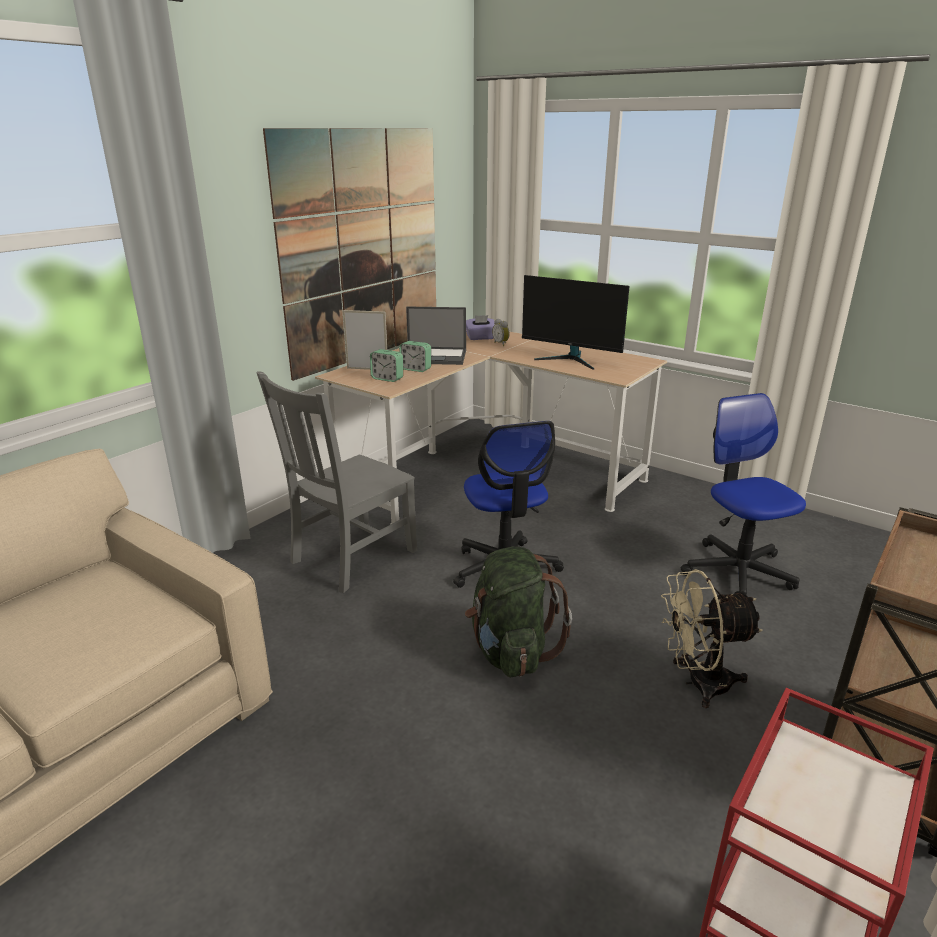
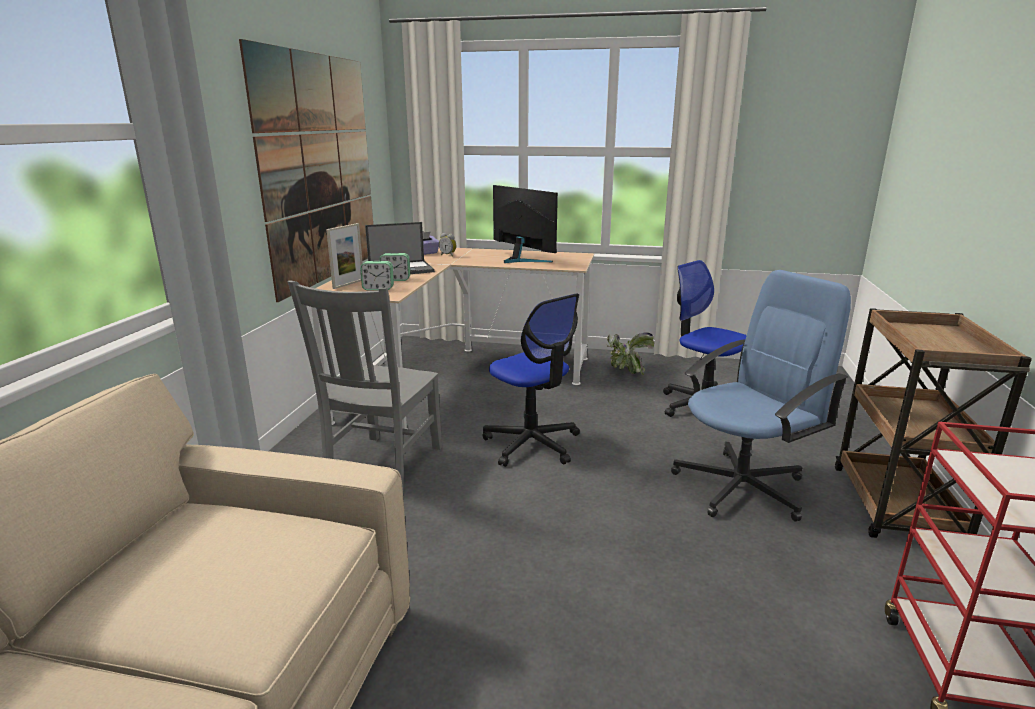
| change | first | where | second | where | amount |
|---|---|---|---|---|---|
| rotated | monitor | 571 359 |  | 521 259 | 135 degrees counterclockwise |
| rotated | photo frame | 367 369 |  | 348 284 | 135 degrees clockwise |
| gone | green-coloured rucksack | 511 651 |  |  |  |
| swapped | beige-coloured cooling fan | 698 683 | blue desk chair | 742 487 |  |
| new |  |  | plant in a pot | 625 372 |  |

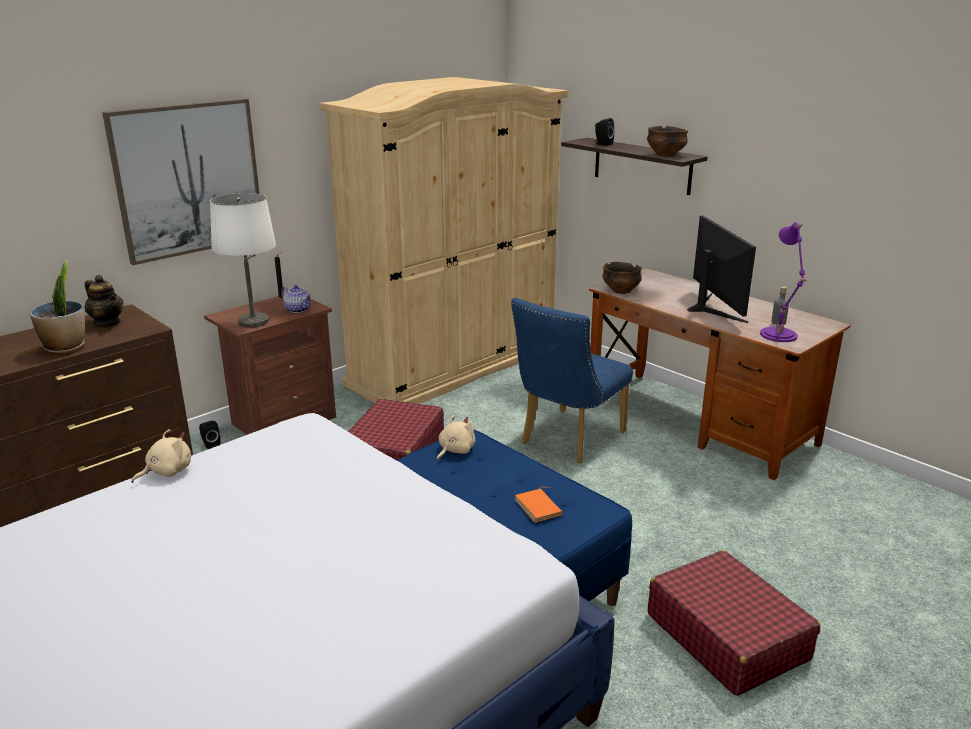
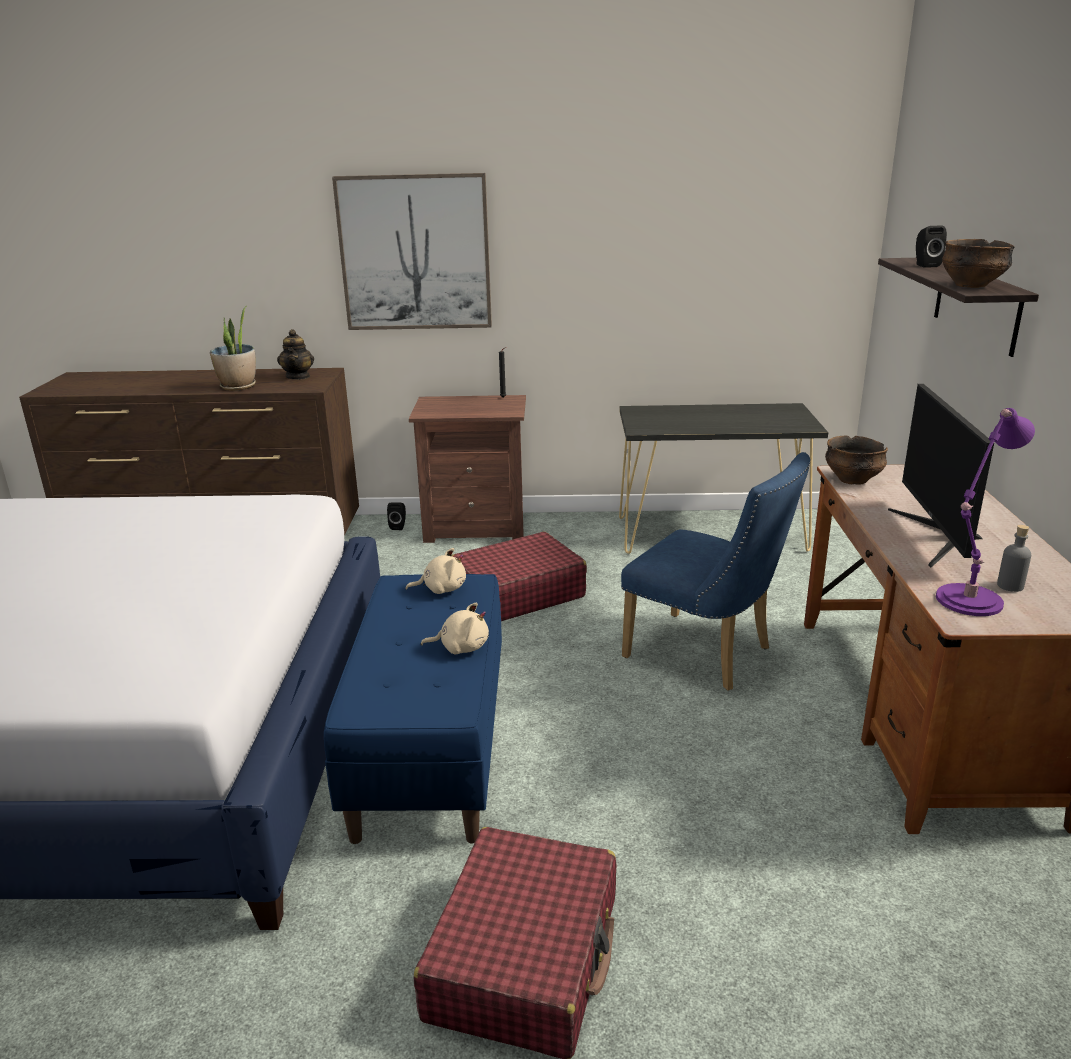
| change | first | where | second | where | amount |
|---|---|---|---|---|---|
| swapped | beige-coloured wardrobe | 454 365 | black hall table | 711 534 |  |
| gone | white tabletop lamp | 254 322 |  |  |  |
| rotated | monitor | 711 309 |  | 938 536 | 150 degrees clockwise |
| gone | pot for tea | 298 309 |  |  |  |
| rotated | blue upright chair | 567 439 |  | 707 656 | 135 degrees counterclockwise |
| shifted | beige-coloured cuddly toy | 167 472 |  | 461 647 |  |
| gone | orange bound book | 539 507 |  |  |  |

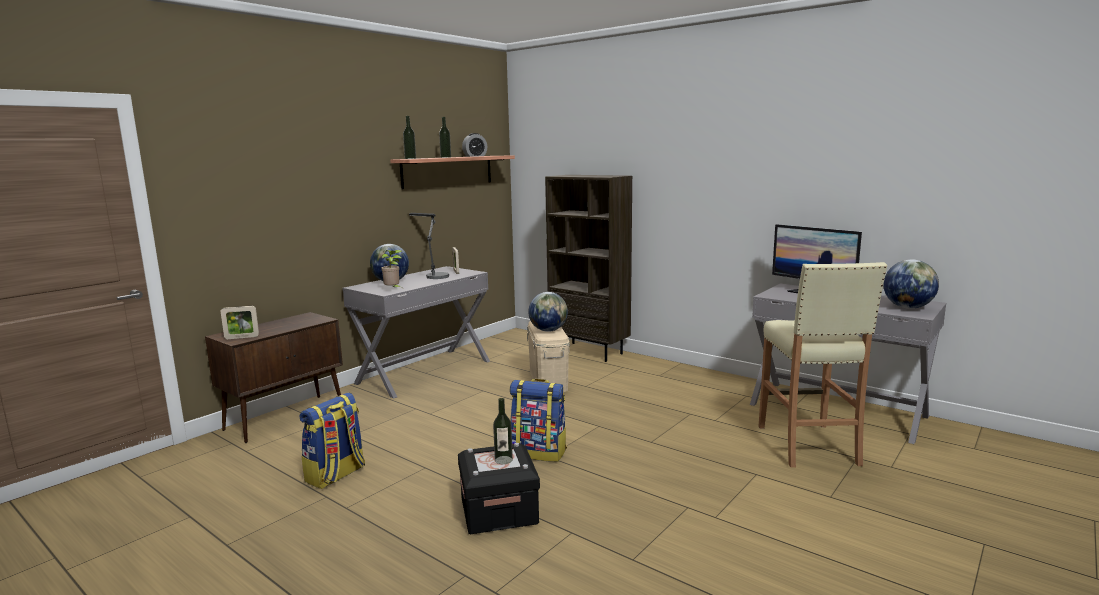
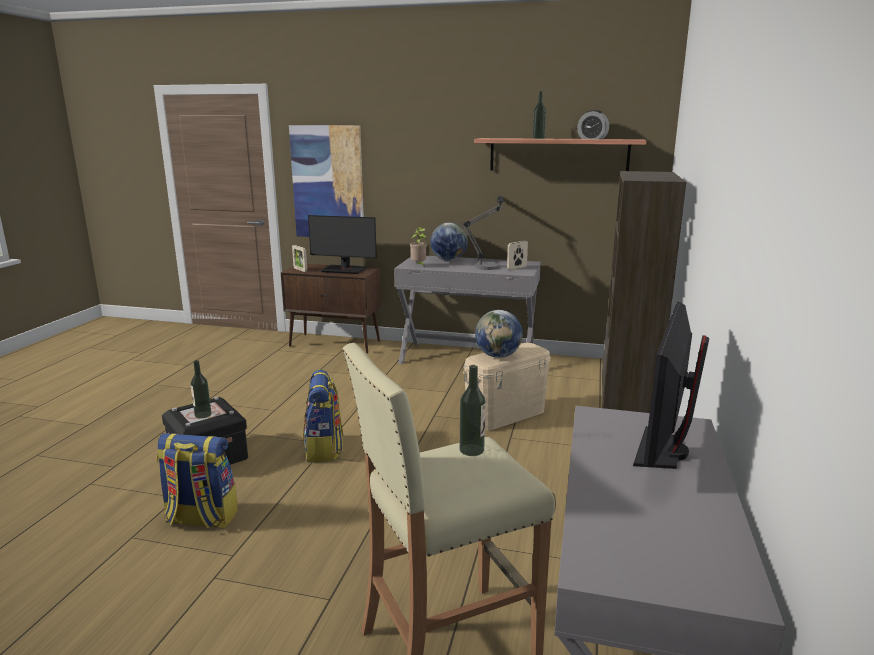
| change | first | where | second | where | amount |
|---|---|---|---|---|---|
| shifted | beverage bottle | 410 158 |  | 471 450 |  |
| gone | globe | 908 307 |  |  |  |
| shifted | rucksack | 336 475 |  | 201 519 |  |
| new |  |  | wall art | 328 182 |  |
| new |  |  | monitor | 344 270 |  |

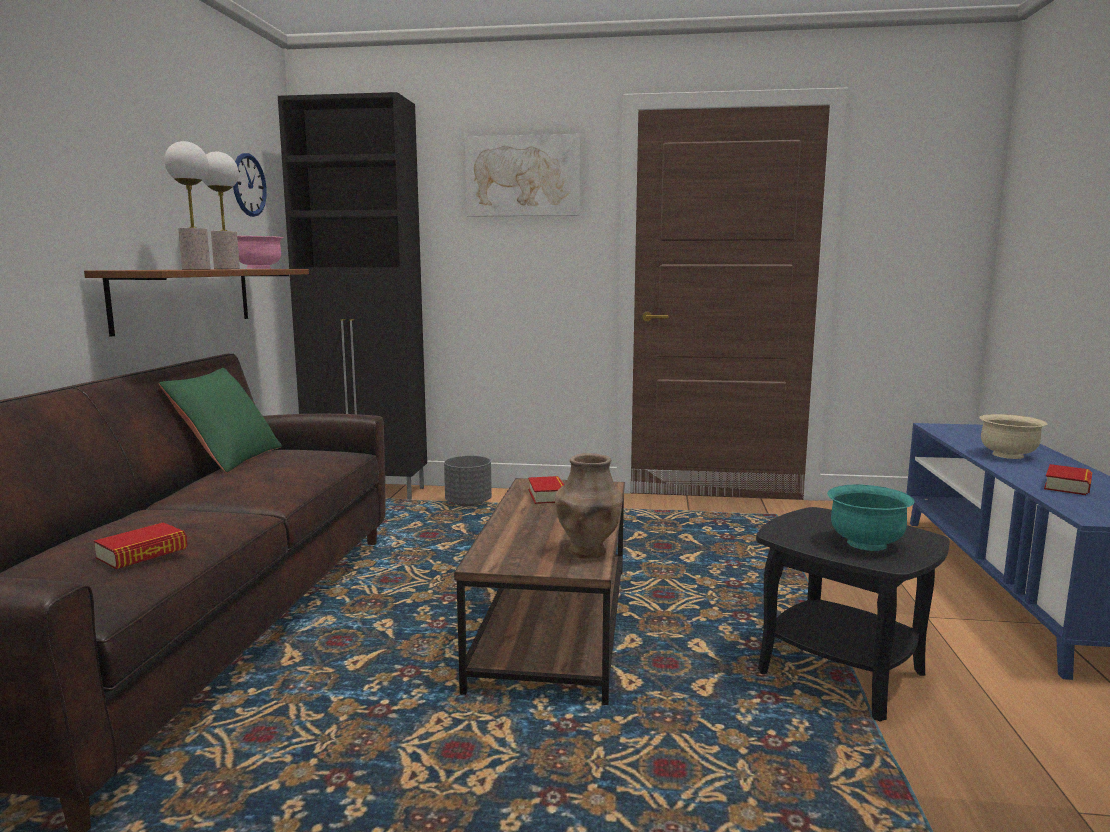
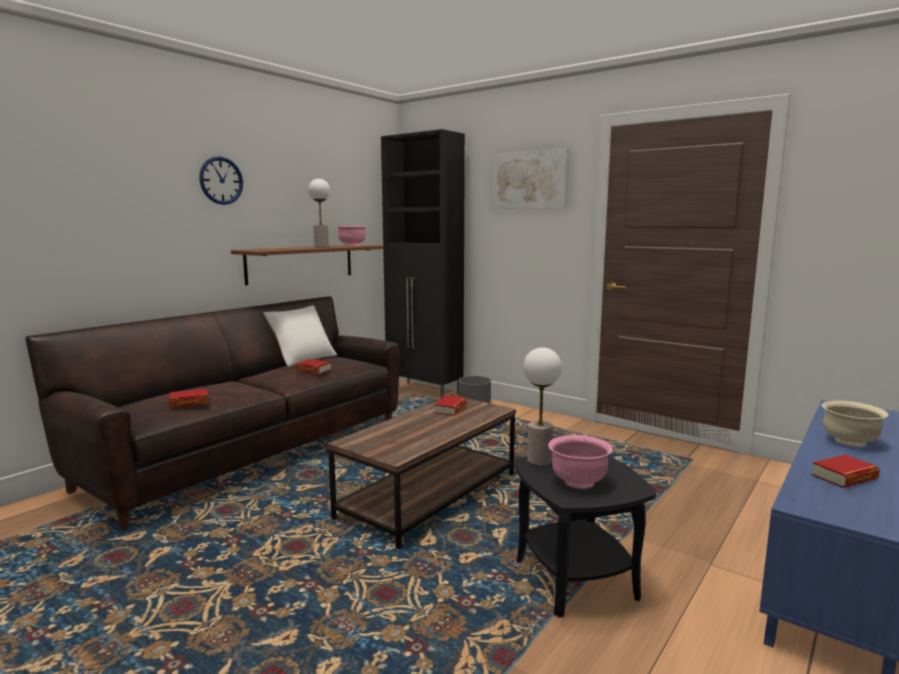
| change | first | where | second | where | amount |
|---|---|---|---|---|---|
| shifted | tabletop lamp | 196 269 |  | 539 460 |  |
| shifted | clock on the wall | 248 185 |  | 221 180 |  |
| repainted | green-coloured throw pillow | 228 458 | white throw pillow | 302 358 |  |
| gone | brownish vase | 588 552 |  |  |  |
| repainted | turquoise deep dish | 866 544 | pink-coloured deep dish | 578 482 |  |
| new |  |  | bound book | 313 370 |  |

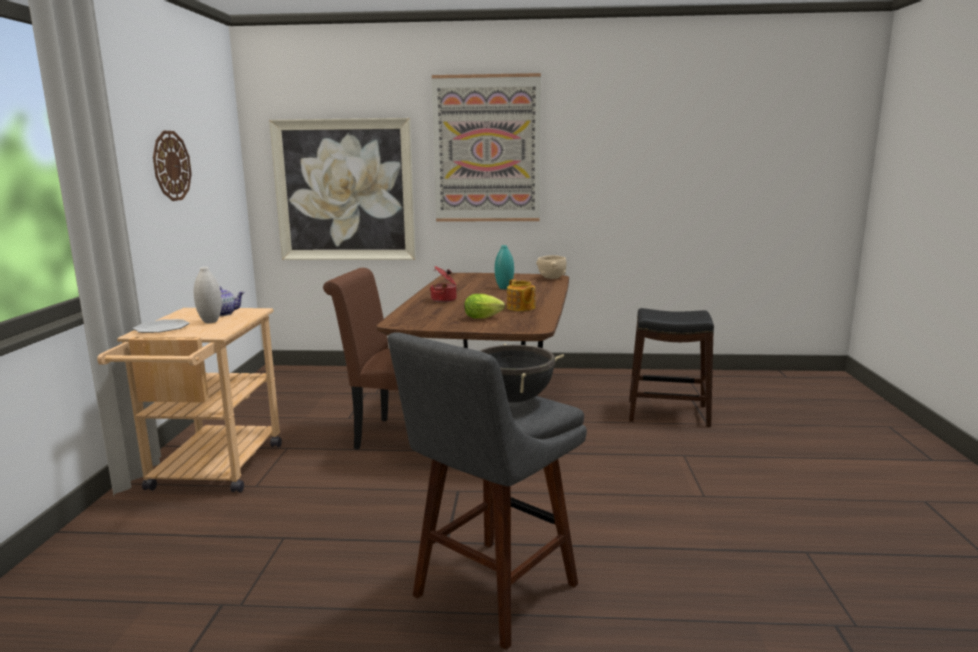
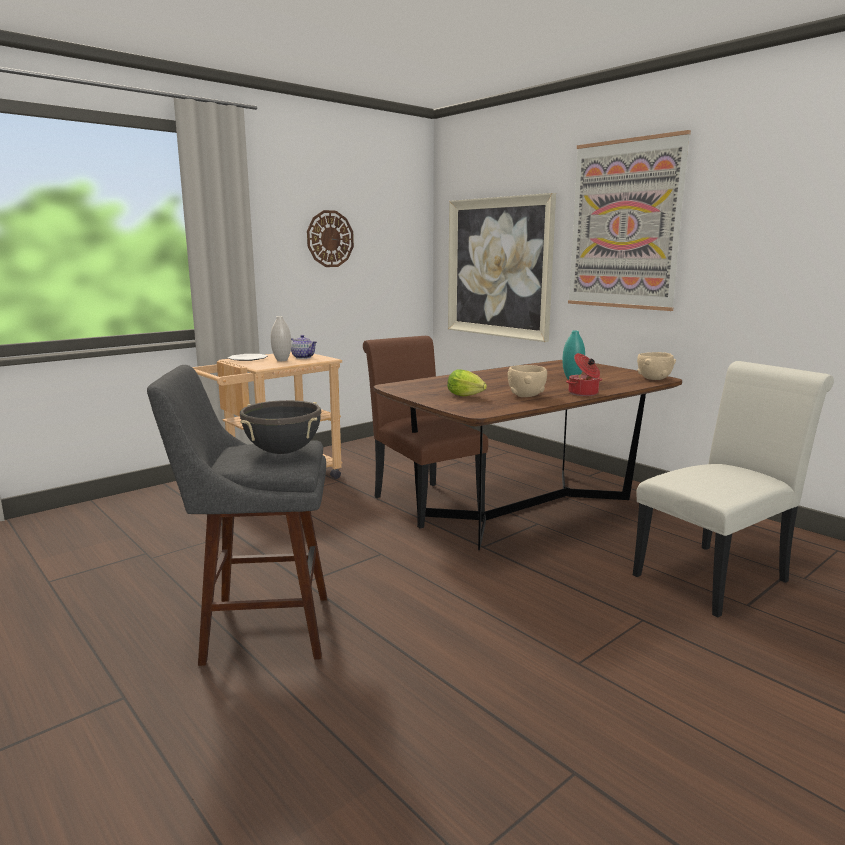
| change | first | where | second | where | amount |
|---|---|---|---|---|---|
| shifted | stockpot | 444 300 |  | 583 393 |  |
| swapped | pot for tea | 521 308 | beige-coloured deep dish | 526 396 |  |
| swapped | black stool | 667 413 | white upright chair | 717 576 |  |

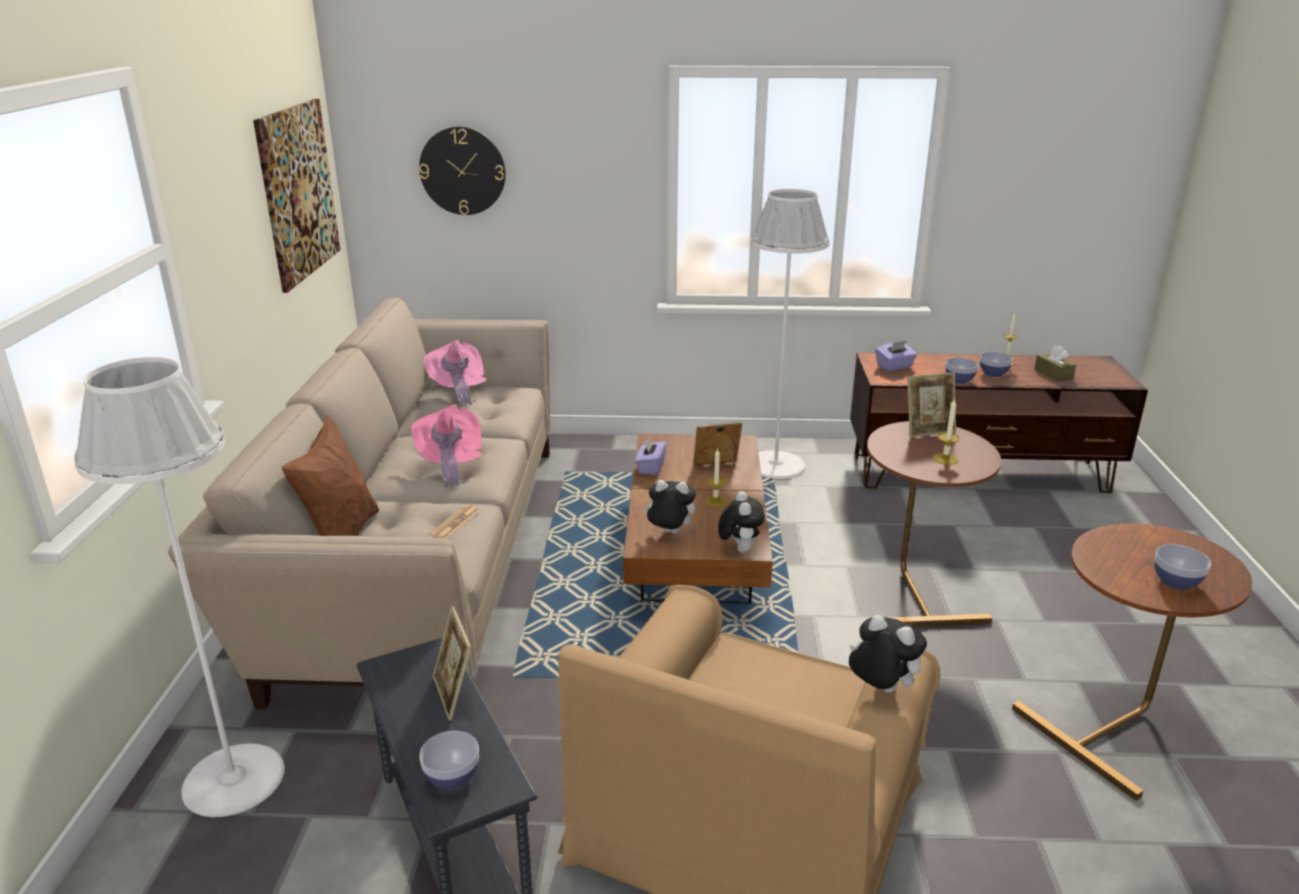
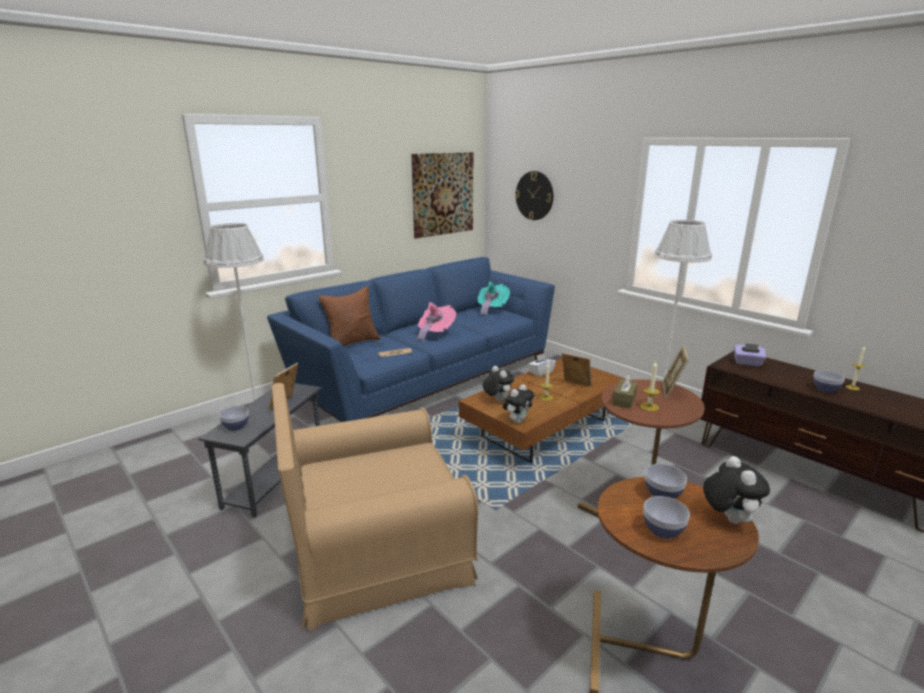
| change | first | where | second | where | amount |
|---|---|---|---|---|---|
| repainted | beige-coloured settee | 420 554 | blue settee | 426 379 |  |
| repainted | pink-coloured hat | 457 390 | turquoise hat | 491 309 |  |
| shifted | brownish box of tissues | 1053 374 |  | 624 400 |  |
| shifted | deep dish | 959 380 |  | 662 494 |  |
| rotated | photo frame | 928 431 |  | 671 391 | 75 degrees clockwise |
| repainted | purplish box of tissues | 650 467 | white box of tissues | 541 372 |  |
| shifted | cuddly toy | 880 689 |  | 727 518 |  |

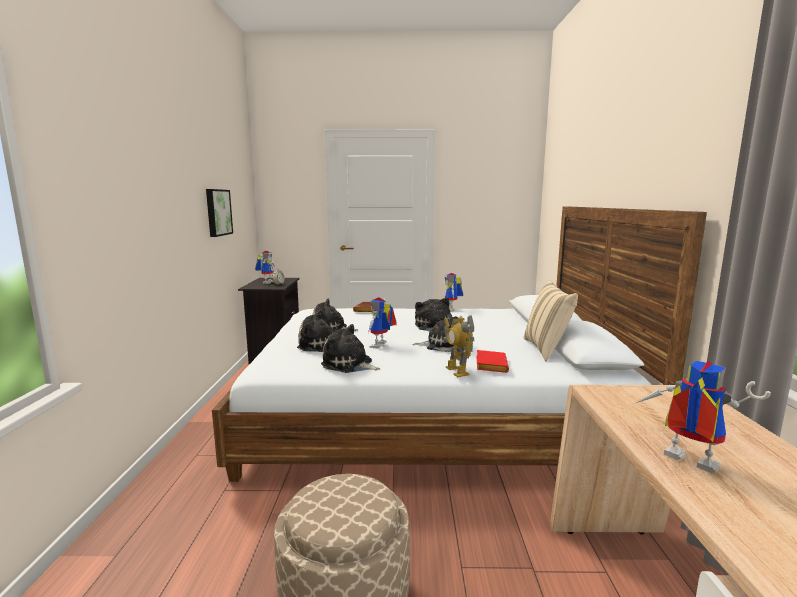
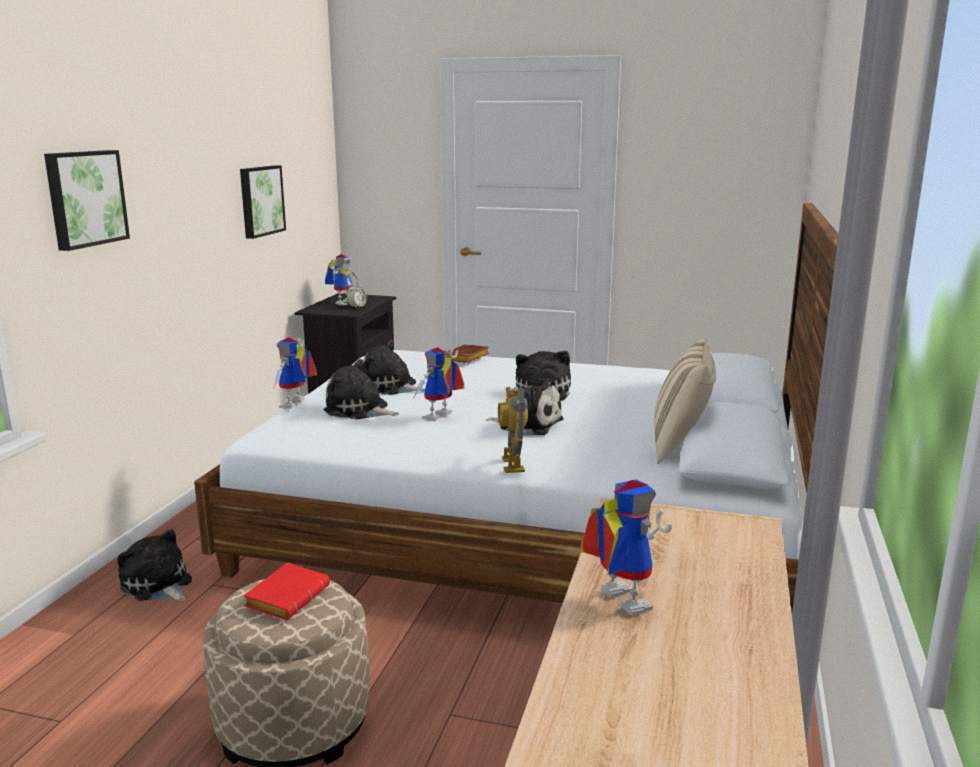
| change | first | where | second | where | amount |
|---|---|---|---|---|---|
| shifted | model robot | 452 309 |  | 295 405 |  |
| shifted | cuddly toy | 349 365 |  | 157 585 |  |
| shifted | red bound book | 490 365 |  | 287 596 |  |
| new |  |  | wall art | 84 198 |  |

